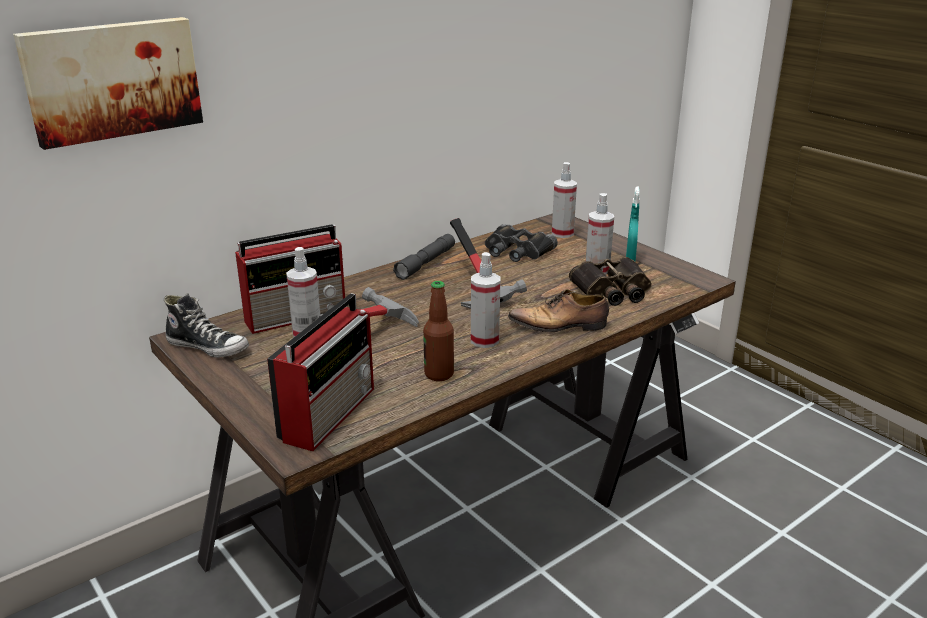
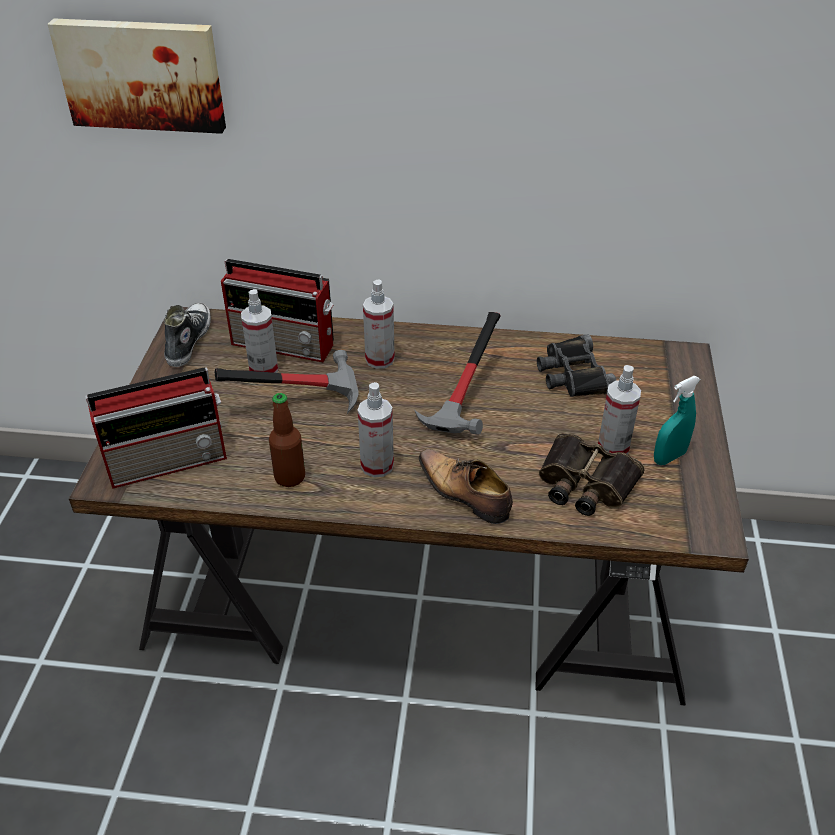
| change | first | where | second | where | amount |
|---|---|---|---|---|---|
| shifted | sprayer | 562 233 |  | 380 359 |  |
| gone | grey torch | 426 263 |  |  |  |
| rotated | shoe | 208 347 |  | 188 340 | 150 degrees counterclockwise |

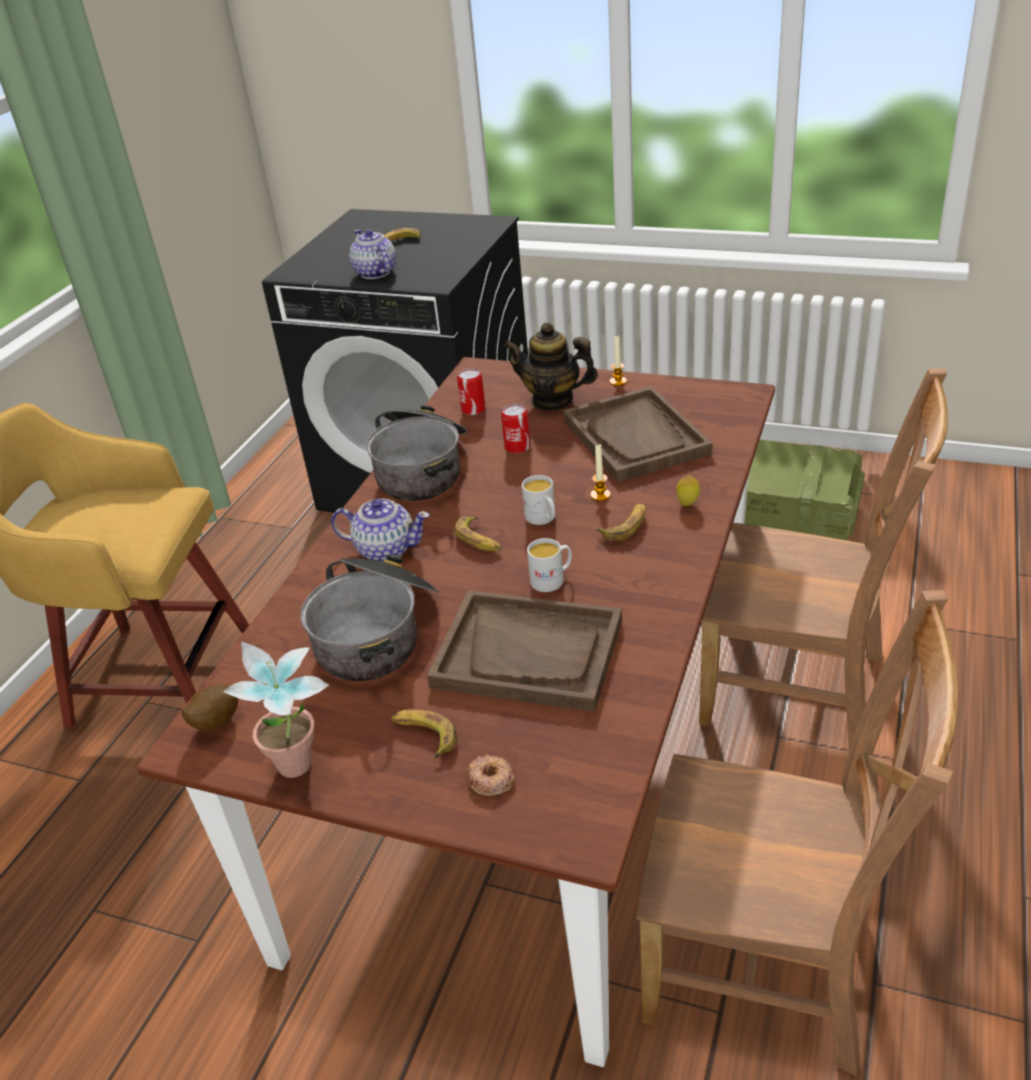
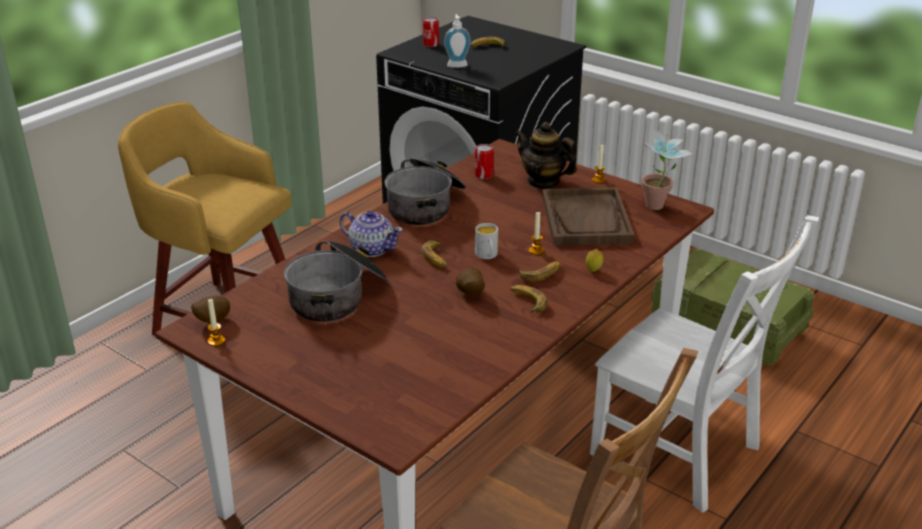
| change | first | where | second | where | amount |
|---|---|---|---|---|---|
| swapped | pot for tea | 375 273 | soap dispenser | 457 64 |  |
| repainted | brownish upright chair | 802 692 | white upright chair | 681 454 |  |
| shifted | sealed can | 517 447 |  | 431 44 |  |
| swapped | white mug | 552 579 | whole potato | 469 294 |  |
| gone | brownish serving tray | 528 653 |  |  |  |
| shifted | plant in a pot | 301 772 |  | 658 209 |  |
| shifted | banana fruit | 424 736 |  | 527 302 |  |
| gone | doughnut | 490 779 |  |  |  |
| new |  |  | wax light | 216 341 |  |

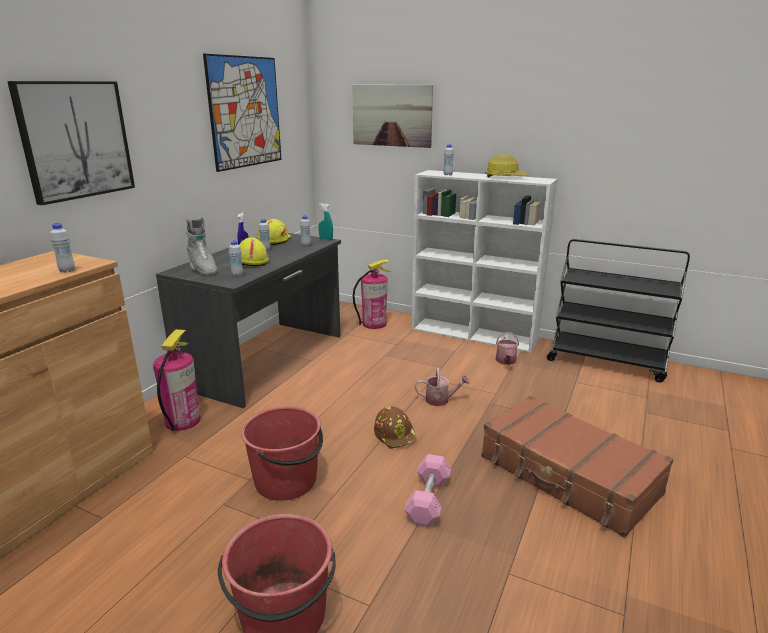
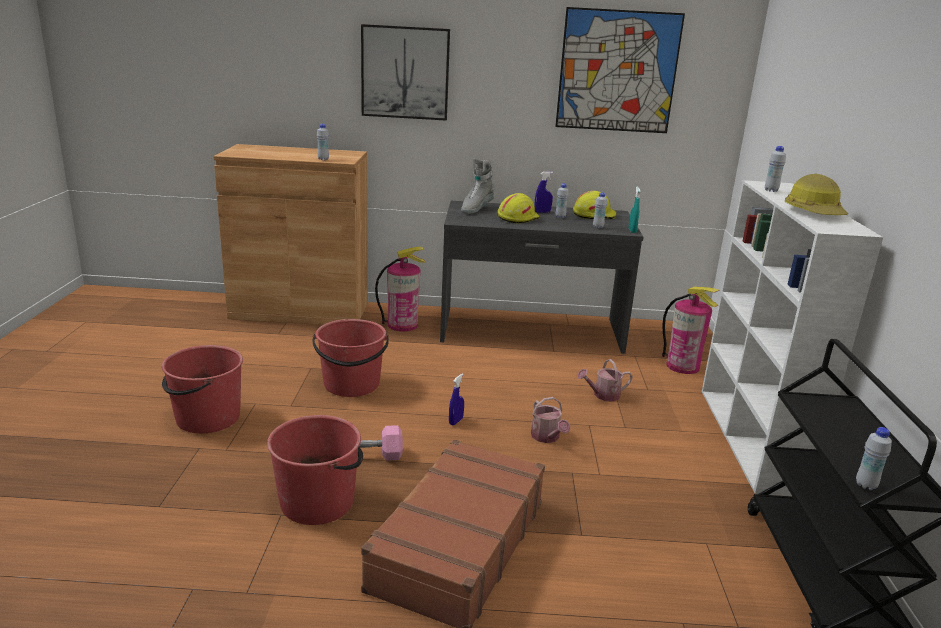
| change | first | where | second | where | amount |
|---|---|---|---|---|---|
| gone | wall art | 392 115 |  |  |  |
| shifted | white beverage bottle | 237 275 |  | 865 485 |  |
| shifted | sprinkling can | 506 361 |  | 603 395 |  |
| swapped | brownish hard hat | 395 434 | blue sprayer | 456 421 |  |
| new |  |  | red water bucket | 318 502 |  |

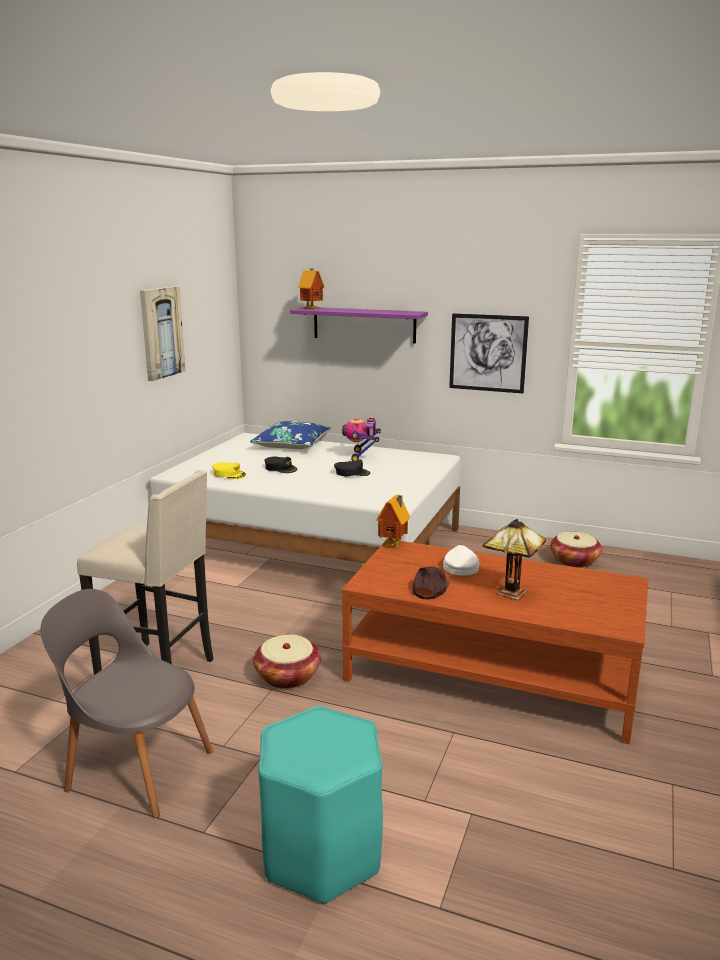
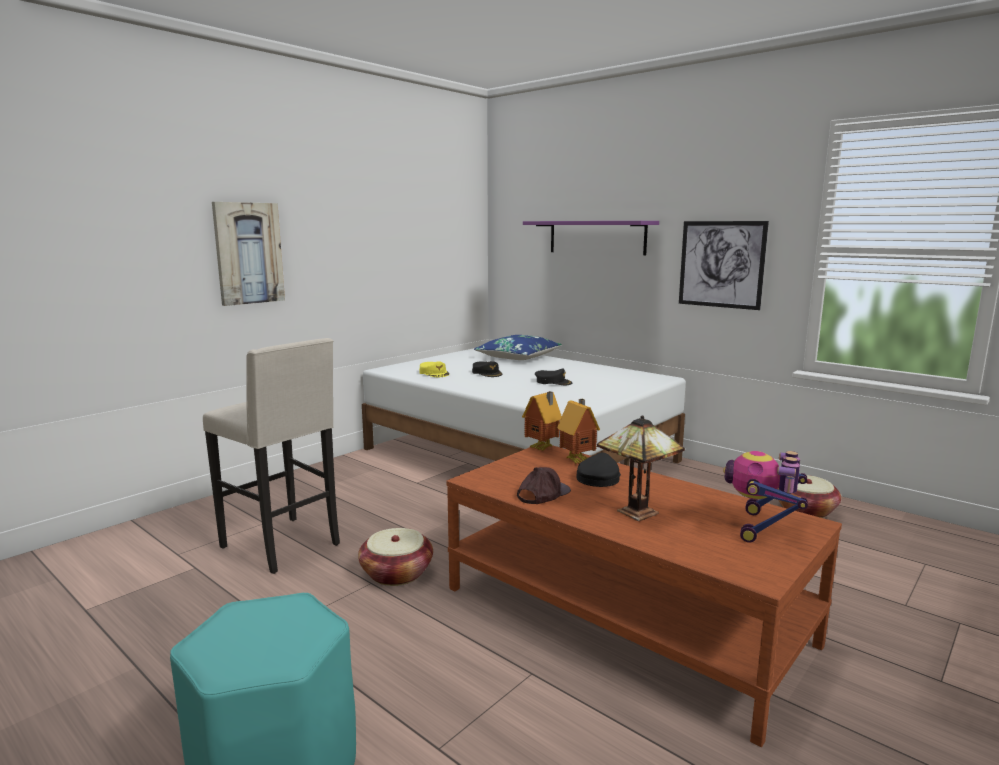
| change | first | where | second | where | amount |
|---|---|---|---|---|---|
| shifted | toy house | 312 309 |  | 578 460 |  |
| shifted | wall art | 161 332 |  | 248 253 |  |
| shifted | model robot | 361 456 |  | 762 528 |  |
| repainted | white baseball cap | 460 567 | black baseball cap | 598 478 |  |
| gone | grey upright chair | 136 768 |  |  |  |

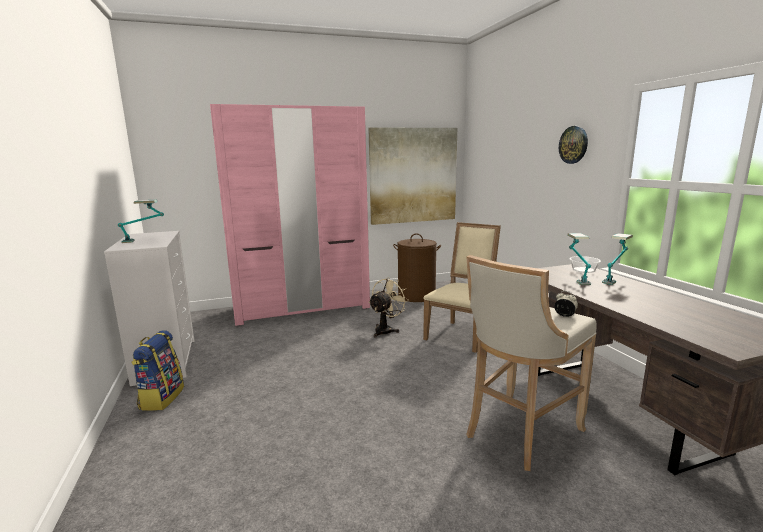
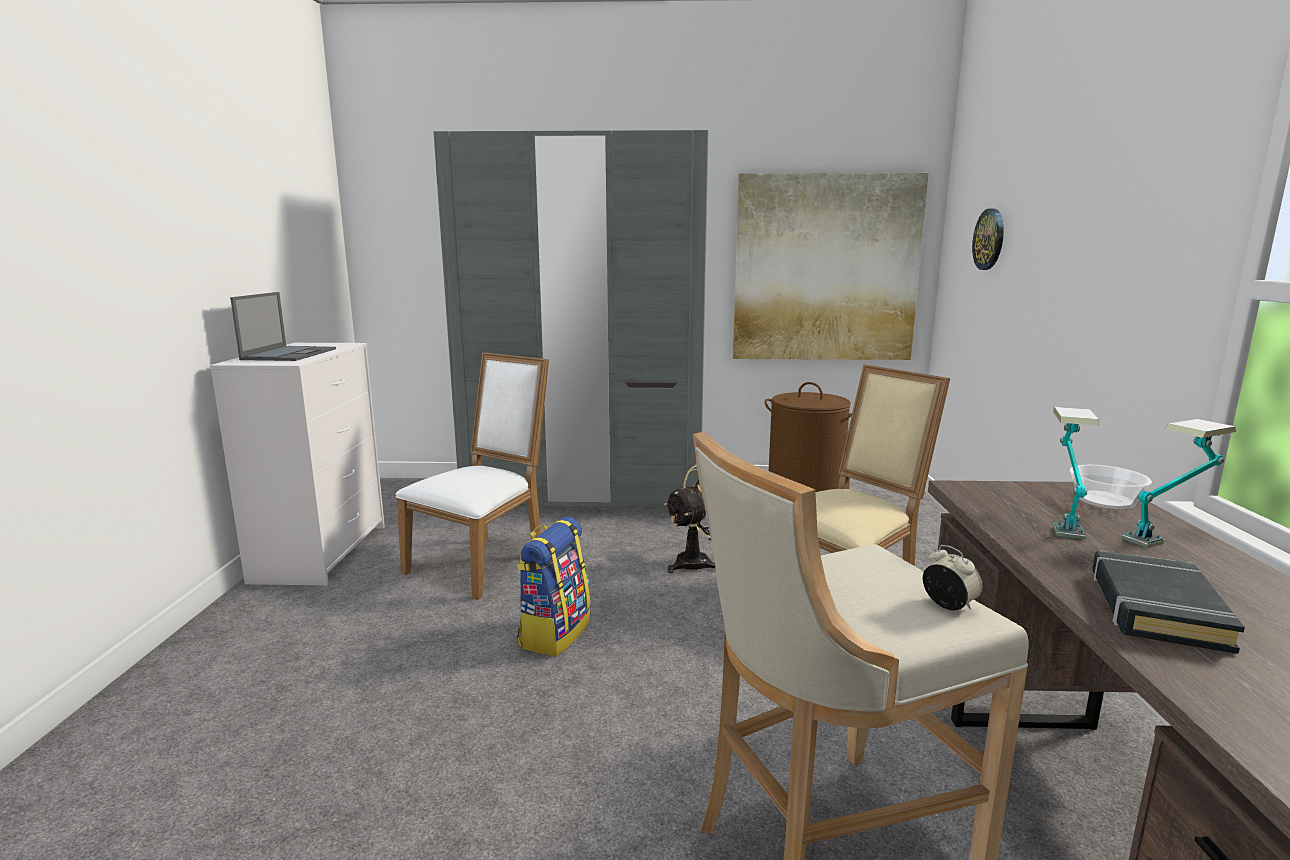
| change | first | where | second | where | amount |
|---|---|---|---|---|---|
| repainted | pink-coloured wardrobe | 302 307 | grey wardrobe | 585 496 |  |
| shifted | clock on the wall | 573 145 |  | 989 239 |  |
| swapped | tabletop lamp | 144 240 | portable computer | 290 354 |  |
| shifted | rucksack | 161 398 |  | 554 633 |  |
| new |  |  | white upright chair | 483 562 |  |
| new |  |  | black bound book | 1155 608 |  |

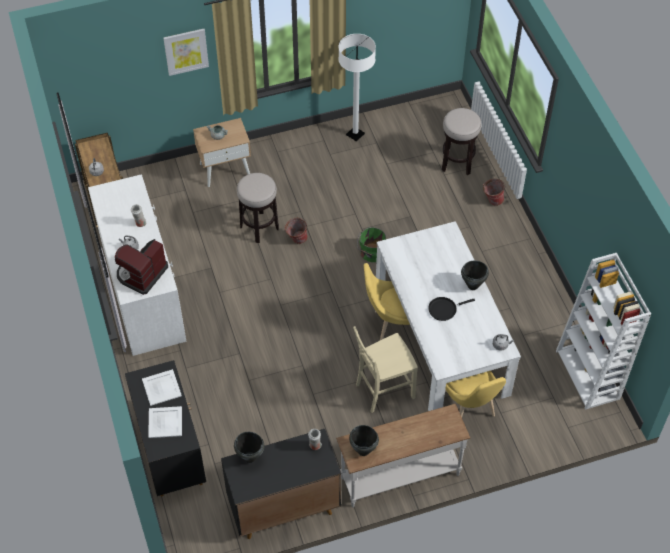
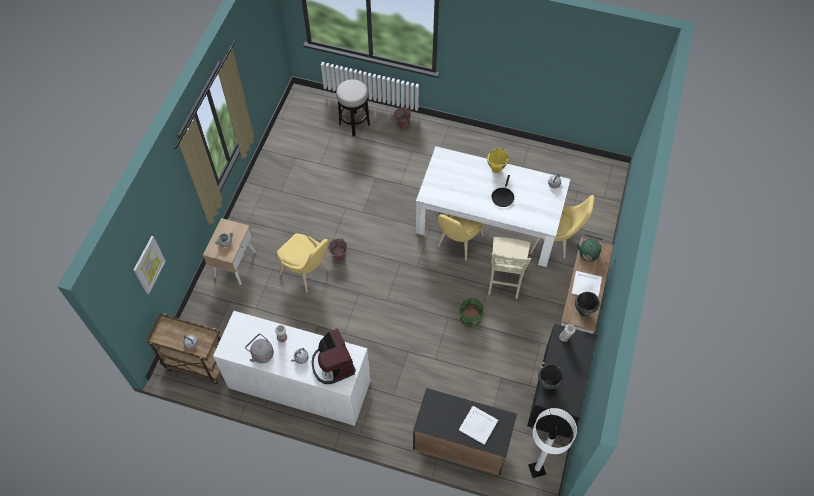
| change | first | where | second | where | amount |
|---|---|---|---|---|---|
| shifted | wall art | 186 51 |  | 148 265 |  |
| shifted | white standing lamp | 355 134 |  | 537 469 |  |
| swapped | stool | 259 227 | yellow upright chair | 307 273 |  |
| shifted | green-coloured water bucket | 371 253 |  | 471 319 |  |
| gone | white shelving unit | 588 375 |  |  |  |
| repainted | black stockpot | 473 286 | yellow stockpot | 496 169 |  |
| shifted | white serving tray | 161 387 |  | 586 285 |  |
| new |  |  | green-coloured water kettle | 588 252 |  |
| new |  |  | grey water kettle | 261 354 |  |

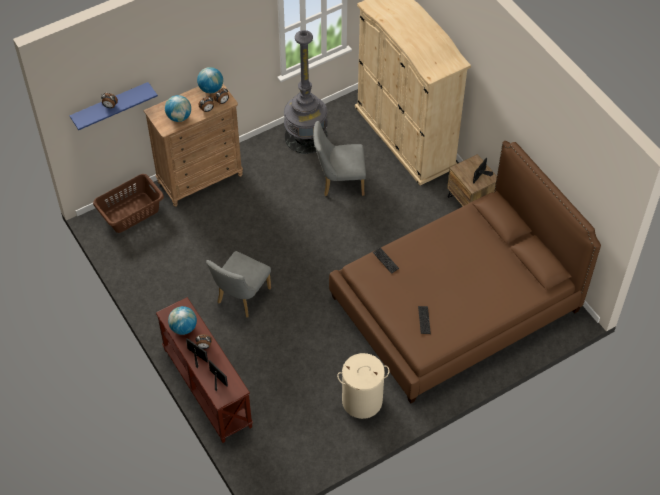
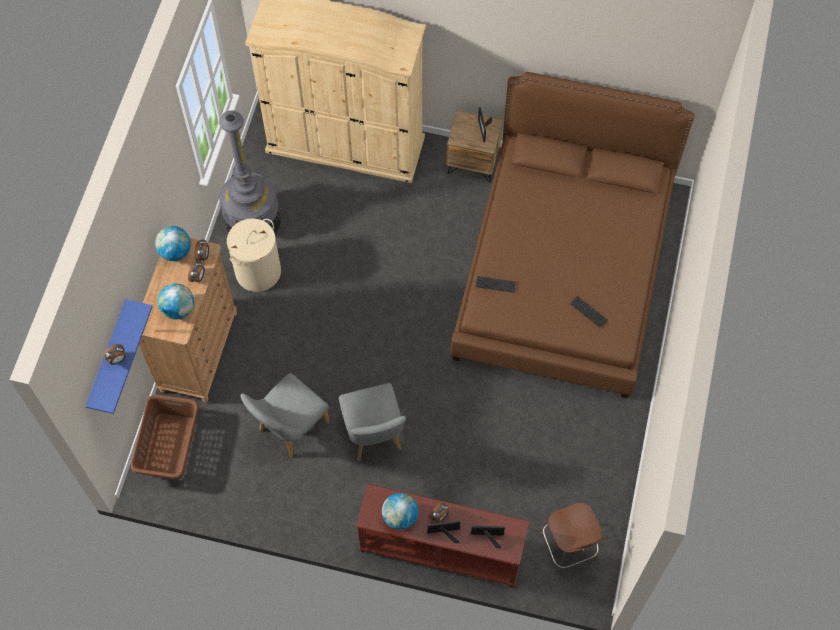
| change | first | where | second | where | amount |
|---|---|---|---|---|---|
| shifted | grey upright chair | 339 182 |  | 289 429 |  |
| shifted | beige-coloured laundry basket | 362 401 |  | 258 272 |  |
| new |  |  | brownish upright chair | 569 547 |  |

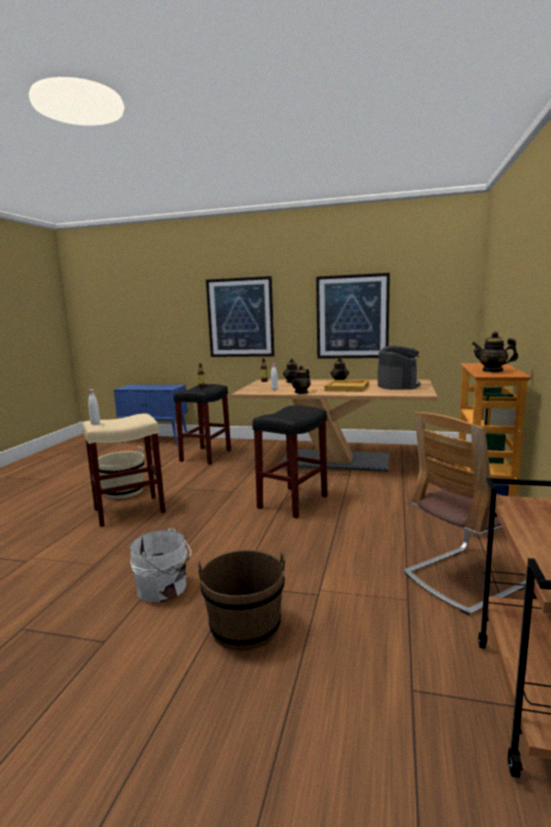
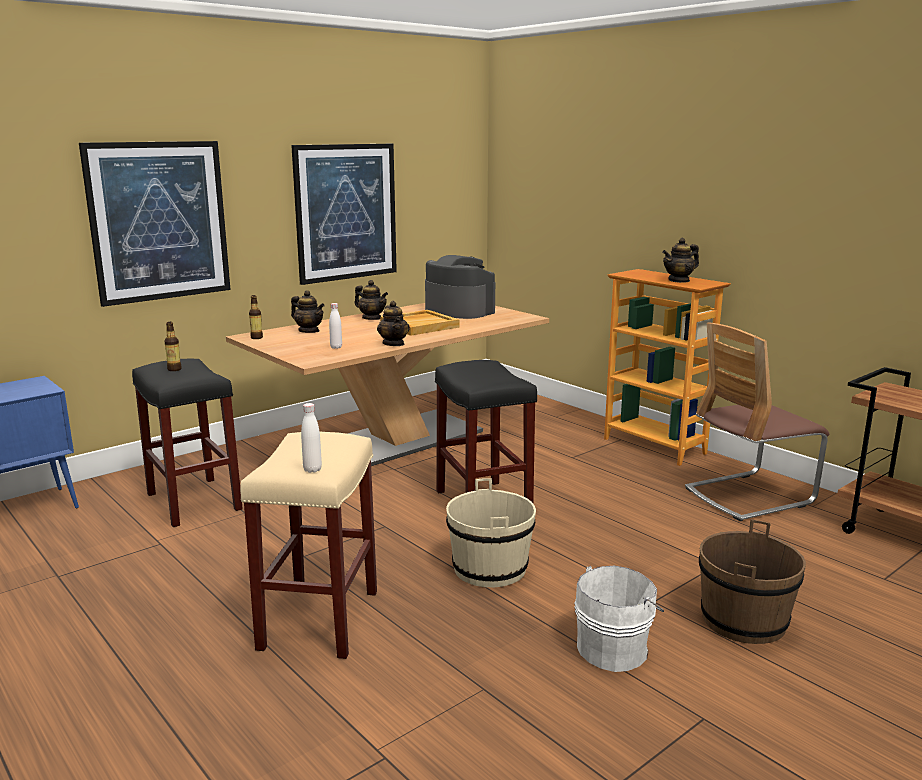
| change | first | where | second | where | amount |
|---|---|---|---|---|---|
| rotated | upright chair | 466 578 |  | 749 496 | 60 degrees clockwise |
| shifted | beige-coloured water bucket | 123 491 |  | 490 569 |  |

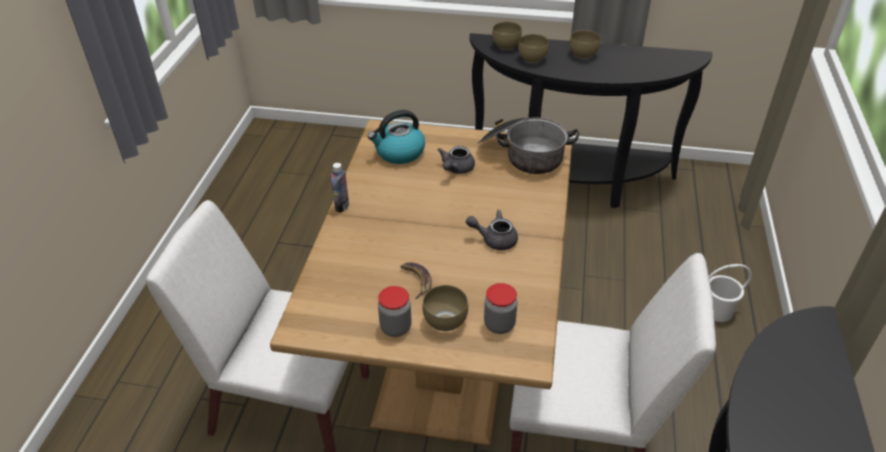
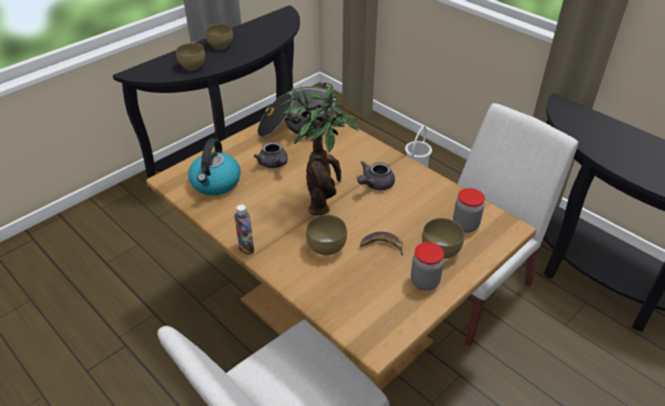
| change | first | where | second | where | amount |
|---|---|---|---|---|---|
| shifted | brownish deep dish | 505 46 |  | 325 248 |  |
| new |  |  | plant in a pot | 322 200 |  |

